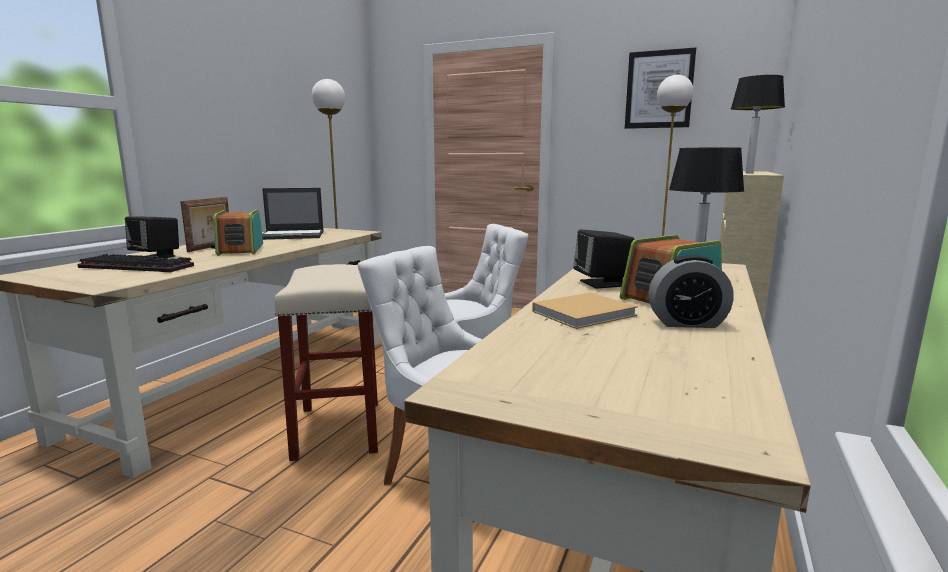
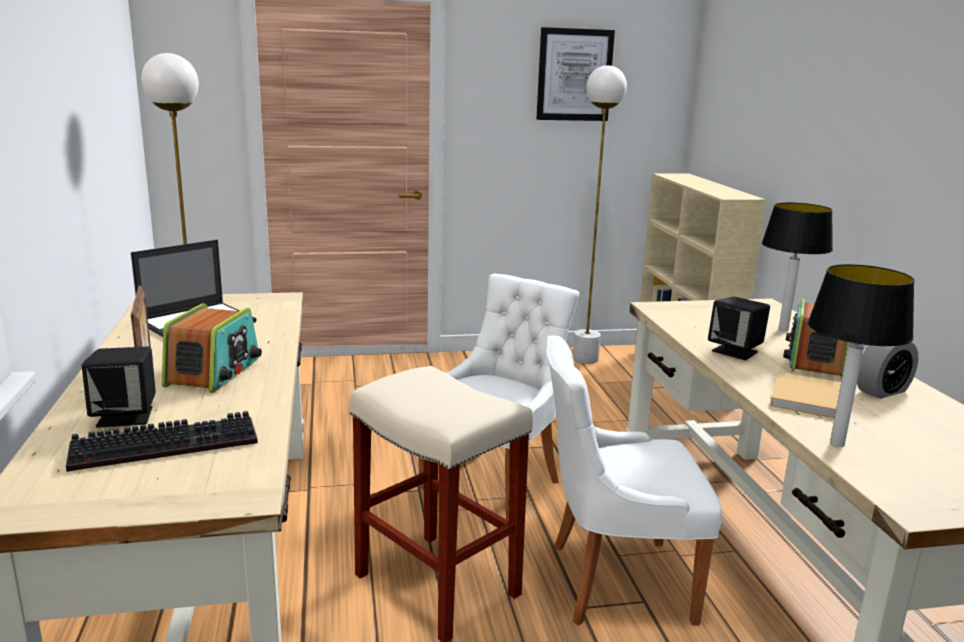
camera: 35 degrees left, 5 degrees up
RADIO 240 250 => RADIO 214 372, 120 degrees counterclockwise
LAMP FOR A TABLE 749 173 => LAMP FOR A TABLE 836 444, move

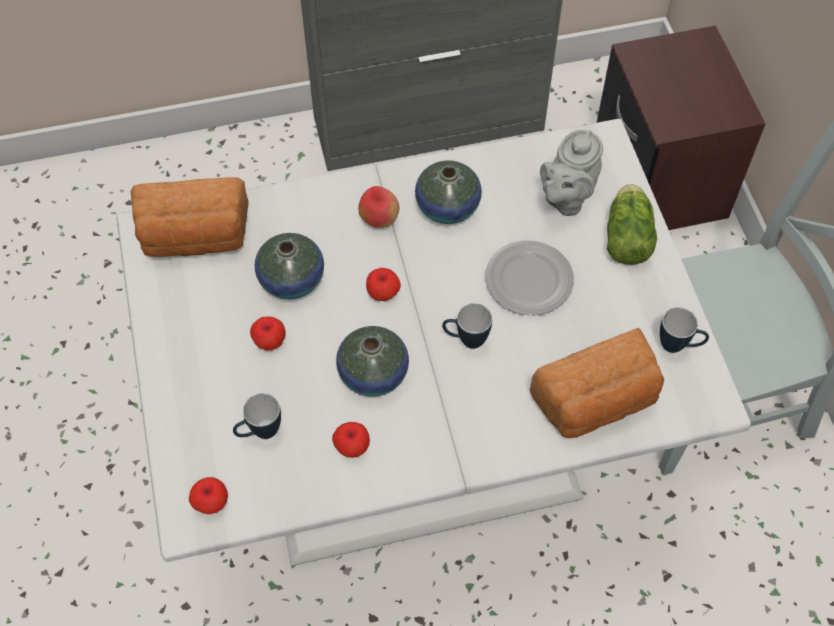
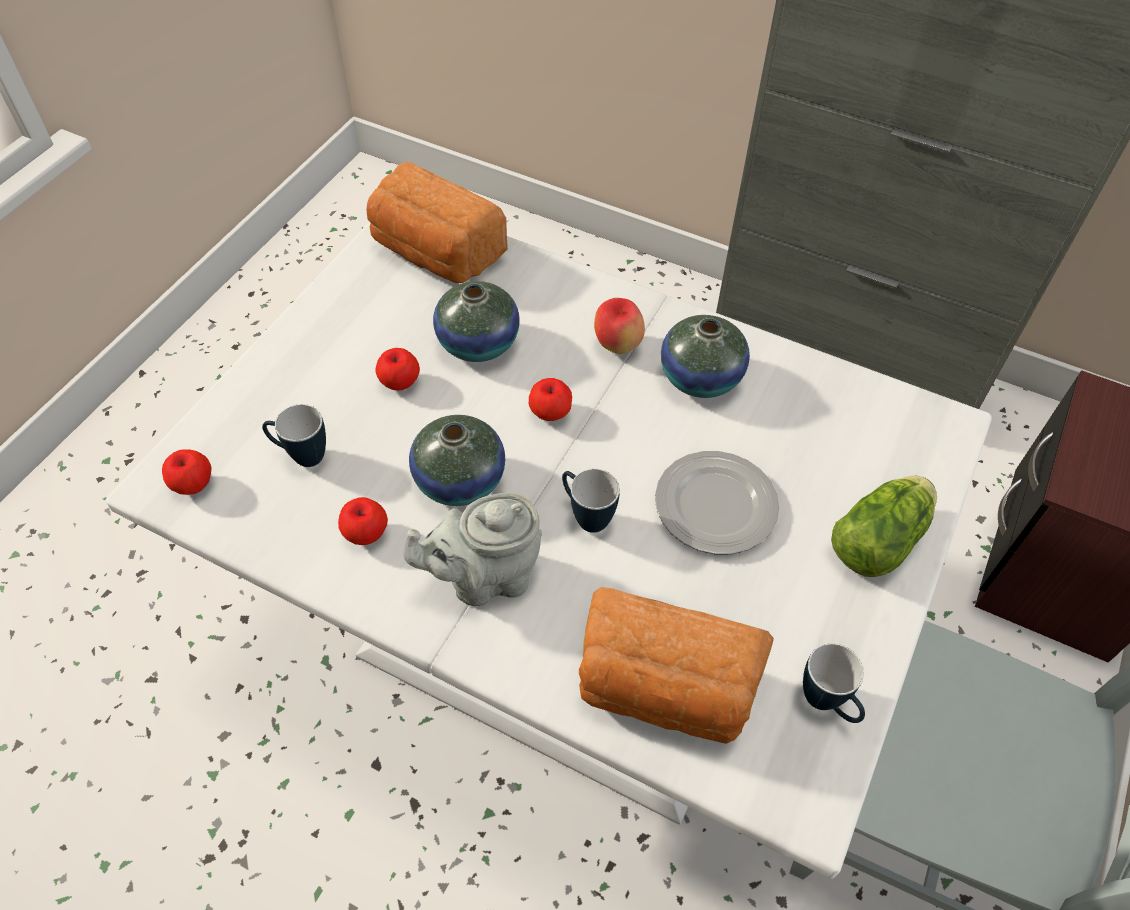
camera: 40 degrees right, 5 degrees down
GREYISH POT FOR TEA 566 198 => GREYISH POT FOR TEA 485 578, move

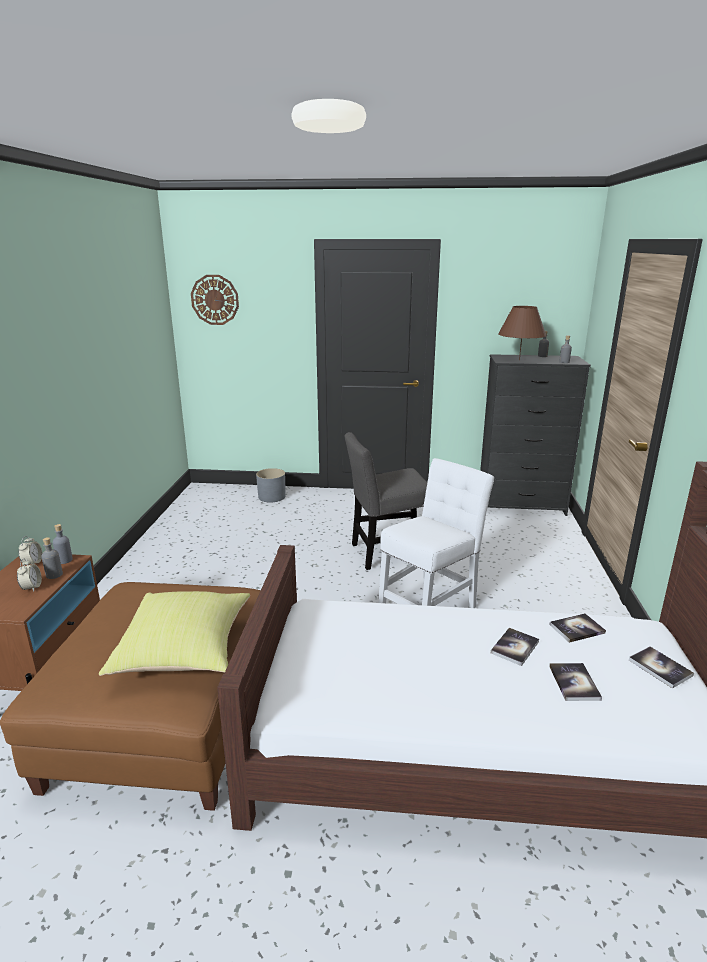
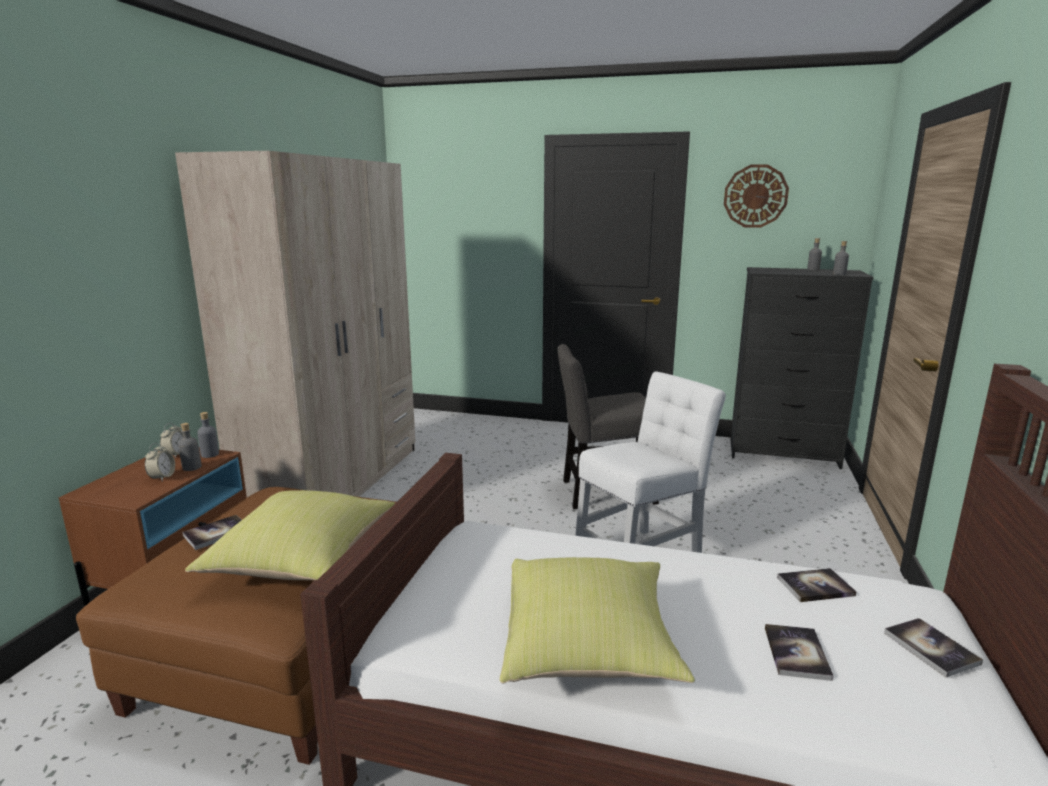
camera: 10 degrees right, 5 degrees down
nothing => BEIGE-COLOURED CLOTHES CUPBOARD 336 484
BOUND BOOK 515 647 => BOUND BOOK 217 533, move
nothing => YELLOW-COLOURED THROW PILLOW 589 648
HANGING CLOCK 215 300 => HANGING CLOCK 755 196, move
GREYISH PLANTER 271 497 => nothing
BROWN-COLOURED LAMP FOR A TABLE 519 360 => nothing

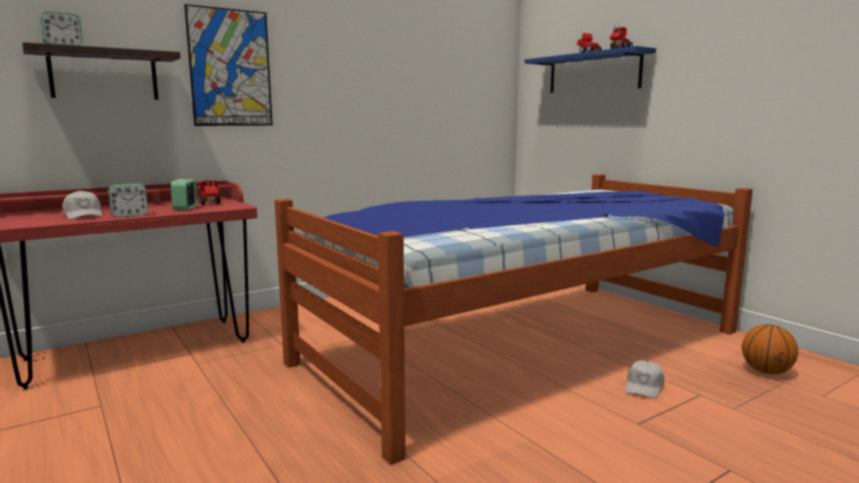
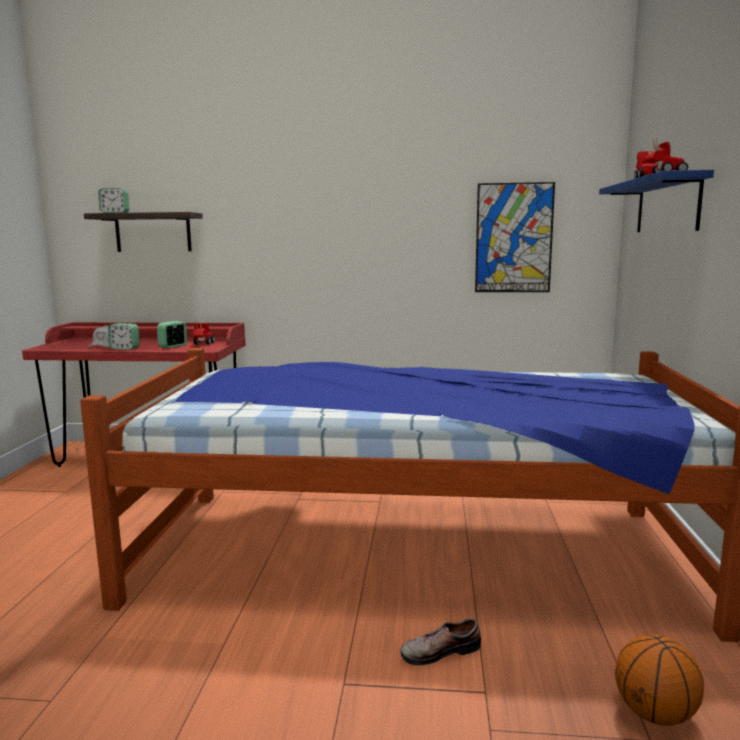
camera: 40 degrees right, 0 degrees up
WHITISH BASEBALL CAP 644 387 => LOW SHOE 439 650
WALL PICTURE 230 68 => WALL PICTURE 513 238, move

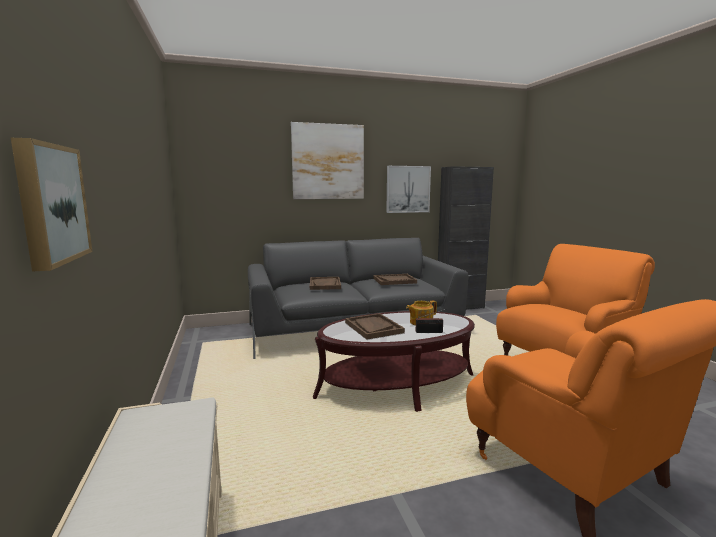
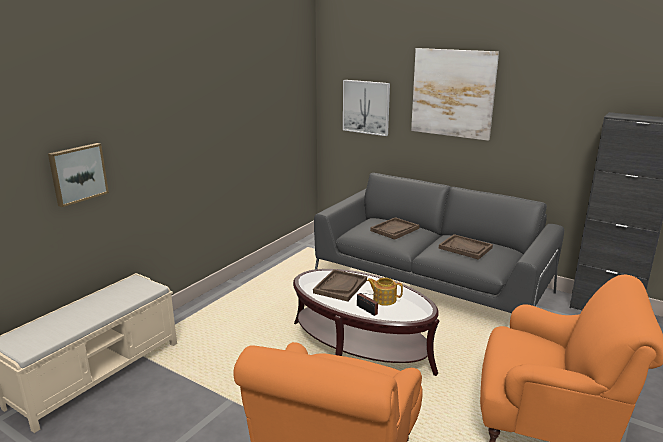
camera: 50 degrees right, 10 degrees up
WALL PICTURE 408 189 => WALL PICTURE 366 107, move

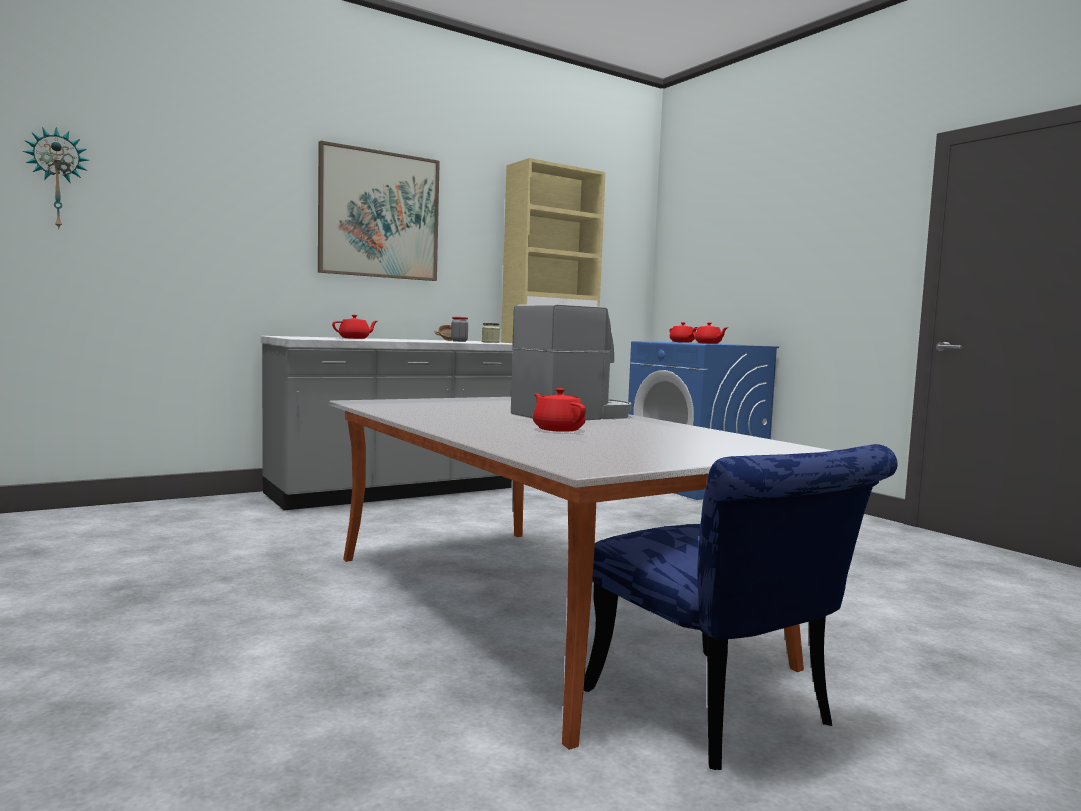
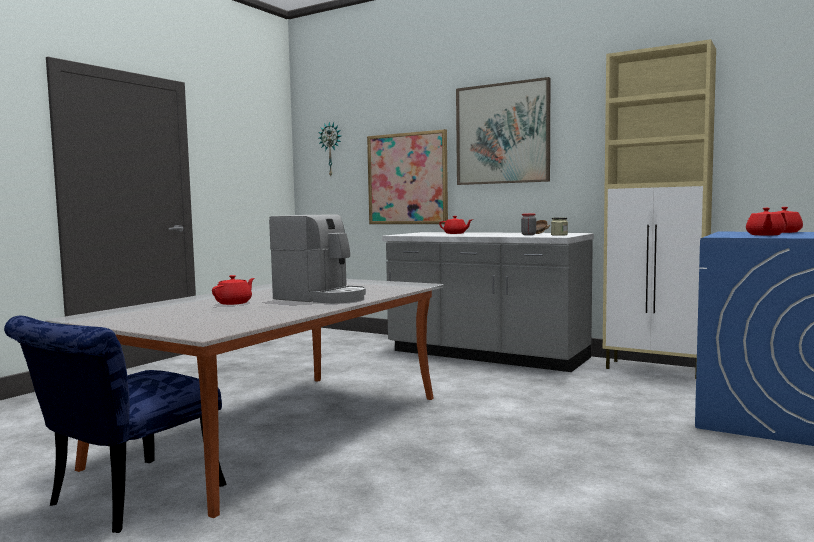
camera: 65 degrees right, 0 degrees up
nothing => WALL PICTURE 407 179

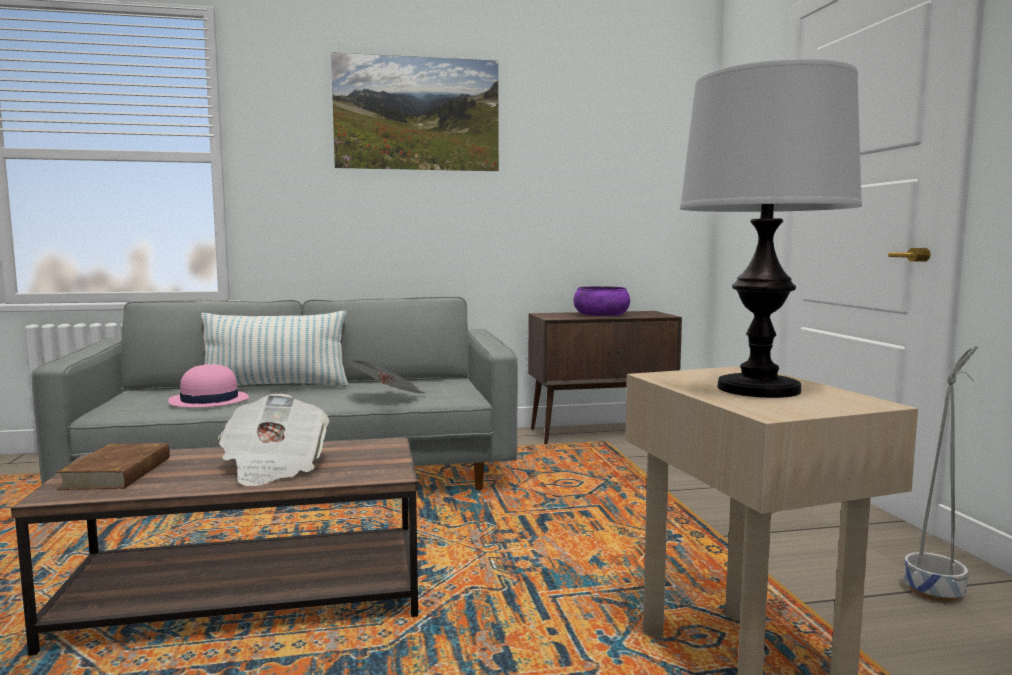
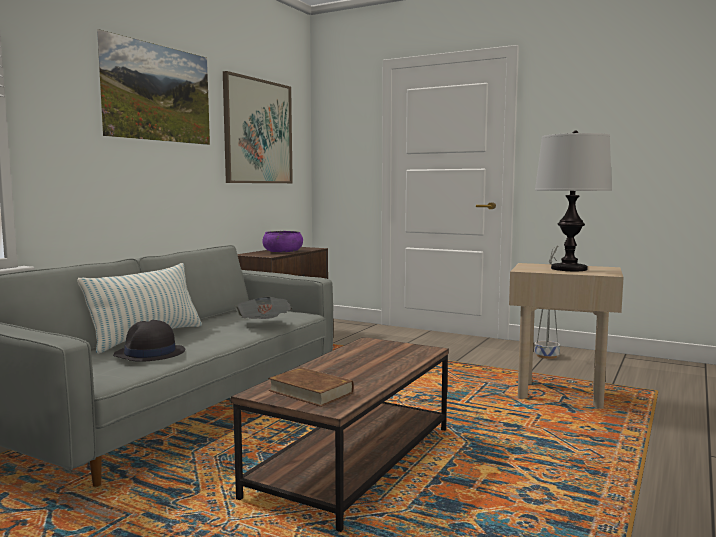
camera: 50 degrees left, 0 degrees up
PINKISH HAT 209 401 => BLACK-COLOURED HAT 149 354
nothing => WALL PICTURE 258 132
DAILY PAPER 274 467 => nothing

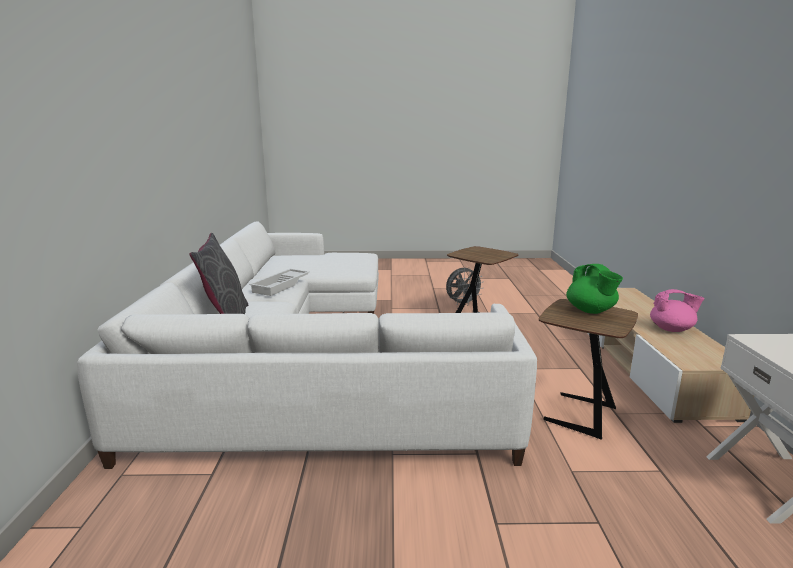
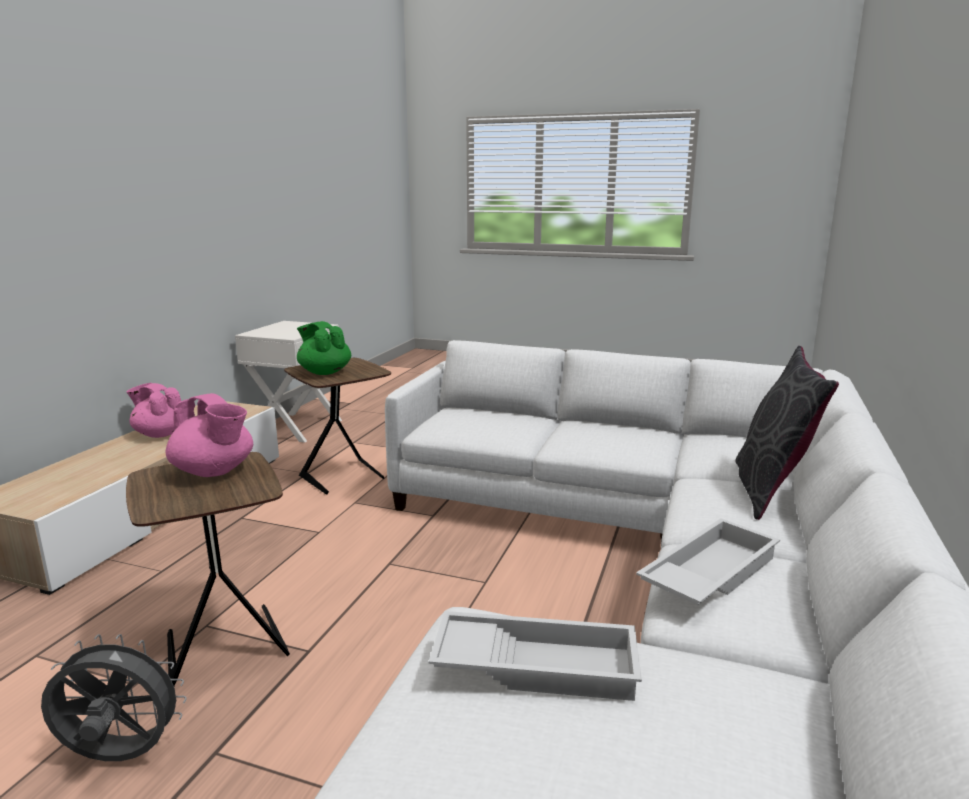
camera: 160 degrees left, 0 degrees up
nothing => PINKISH POT FOR TEA 214 472
GREEN POT FOR TEA 591 311 => GREEN POT FOR TEA 324 372, 45 degrees counterclockwise
nothing => WHITISH CARRYING TRAY 537 664

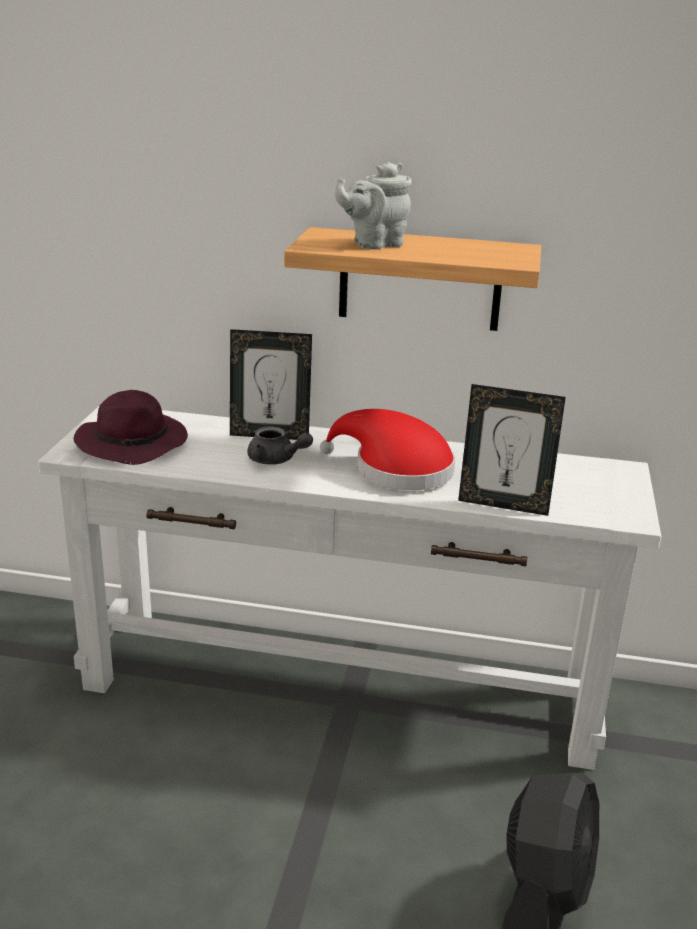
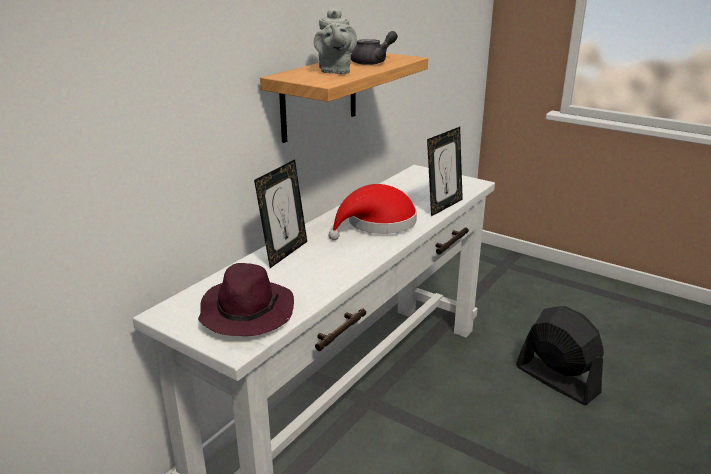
camera: 65 degrees left, 0 degrees up
GREYISH POT FOR TEA 276 460 => GREYISH POT FOR TEA 373 62, move

